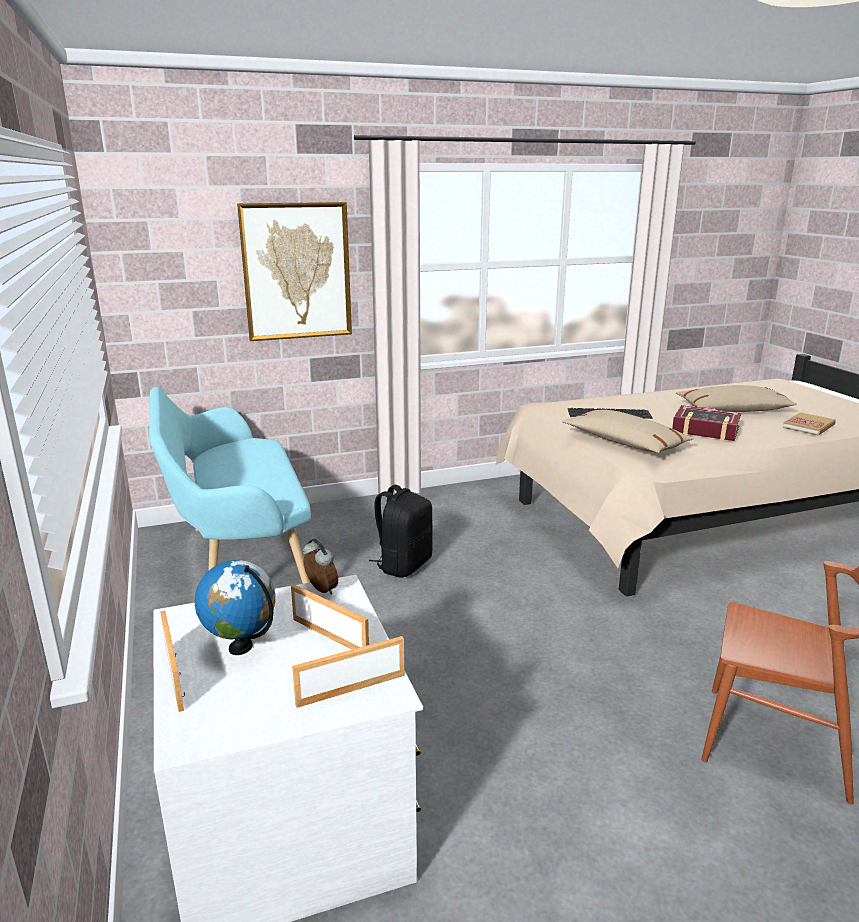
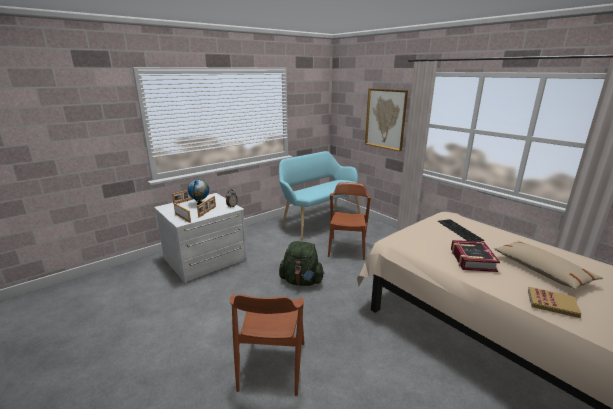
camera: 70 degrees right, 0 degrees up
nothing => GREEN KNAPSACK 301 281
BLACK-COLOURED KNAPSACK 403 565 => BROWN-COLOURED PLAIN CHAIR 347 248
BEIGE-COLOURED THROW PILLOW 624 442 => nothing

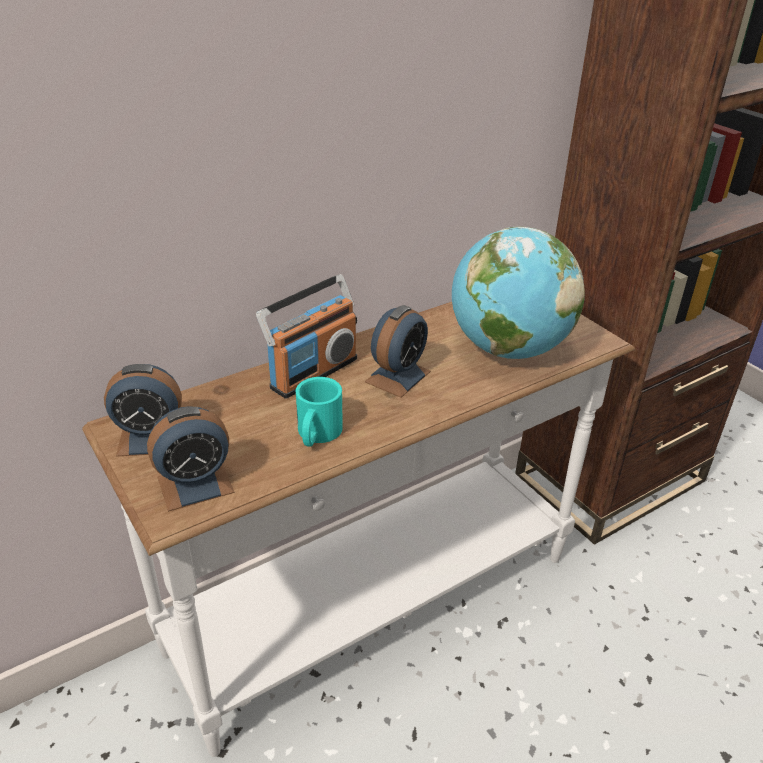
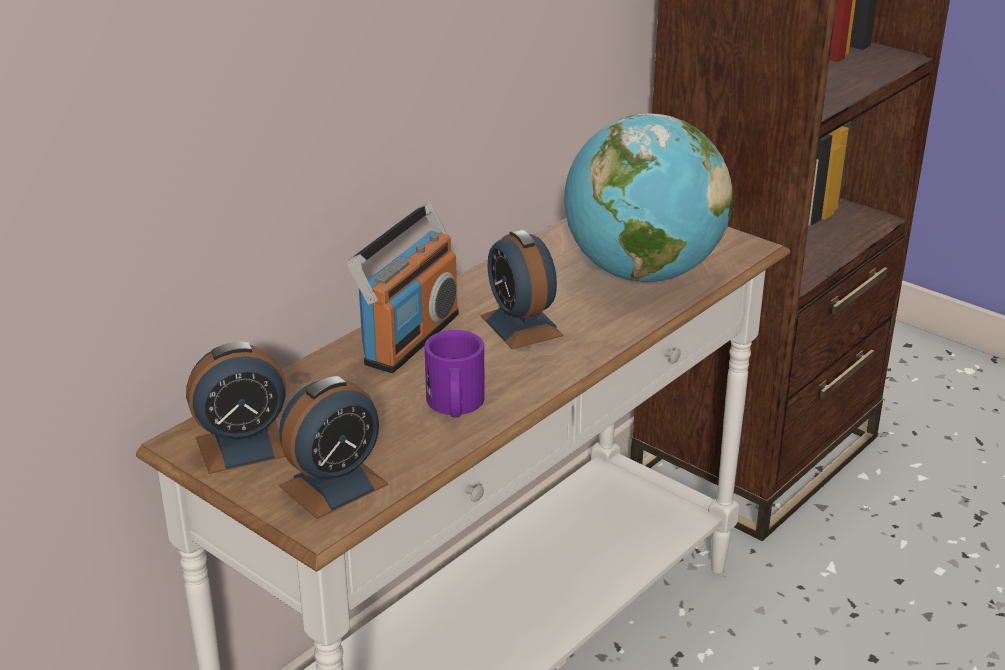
camera: 15 degrees left, 5 degrees down
BLUE-GREEN MUG 317 435 => PURPLE MUG 455 406
BEDSIDE CLOCK 398 376 => BEDSIDE CLOCK 521 326, 135 degrees clockwise

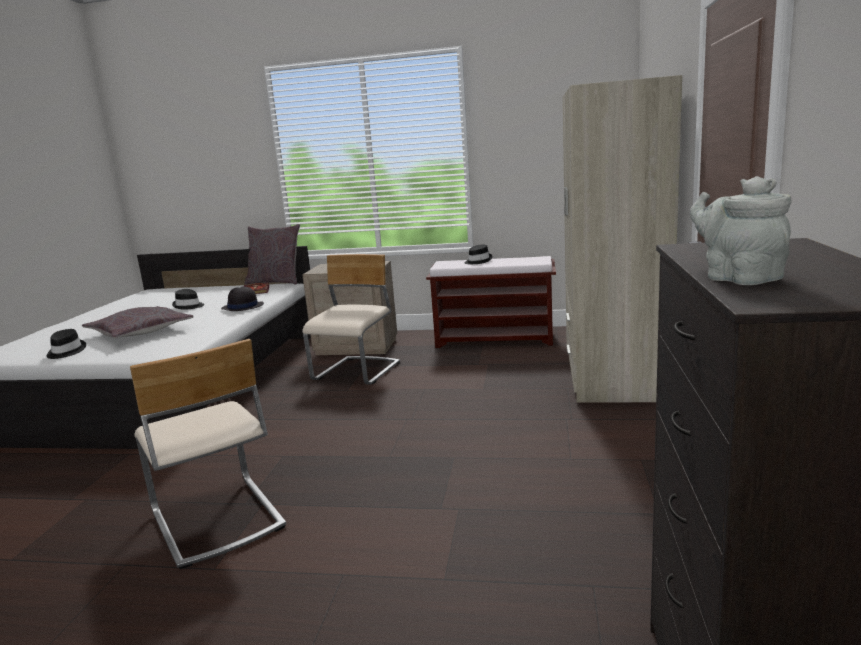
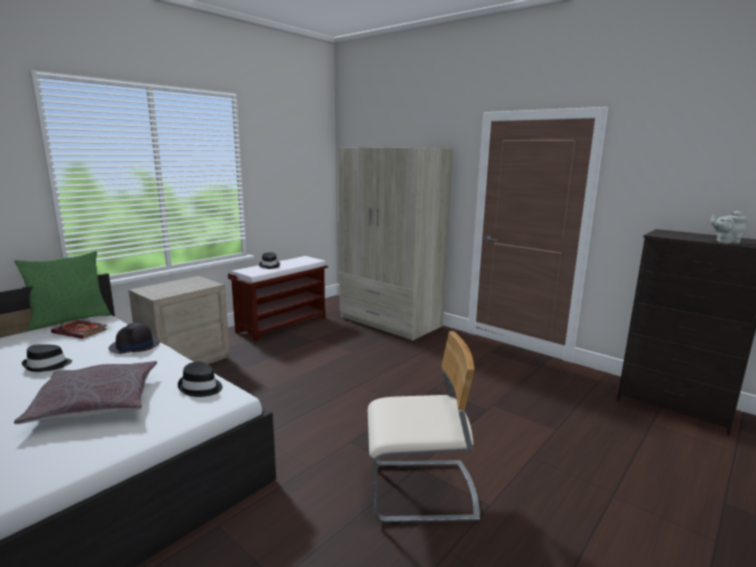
camera: 60 degrees left, 0 degrees up
GREYISH THROW PILLOW 275 282 => GREEN THROW PILLOW 69 319
BLACK-COLOURED HAT 65 352 => BLACK-COLOURED HAT 200 387, move
BEIGE-COLOURED PLAIN CHAIR 357 372 => nothing

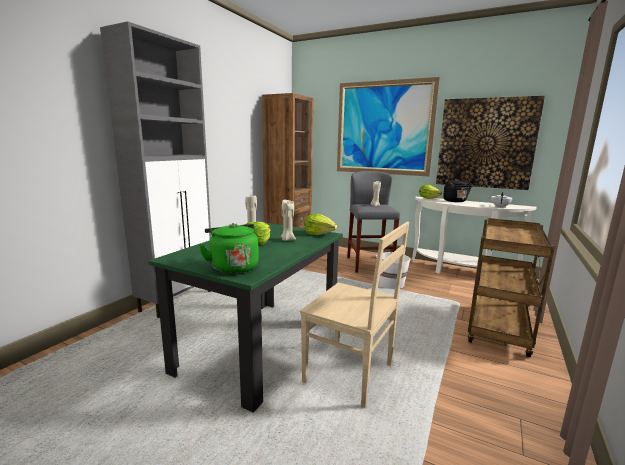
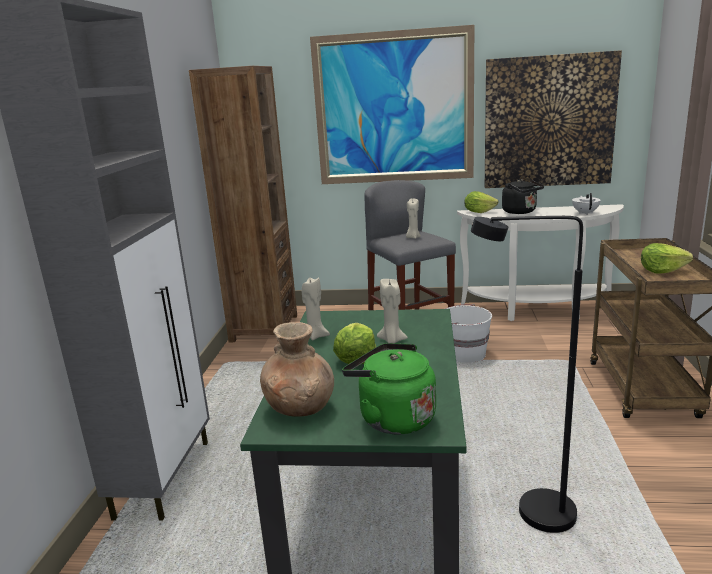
camera: 20 degrees left, 5 degrees up
nothing => BROWN-COLOURED FLOWER VASE 300 407
BEIGE-COLOURED PLAIN CHAIR 351 375 => BLACK-COLOURED STANDING LAMP 531 515
LETTUCE 319 234 => LETTUCE 662 270, move

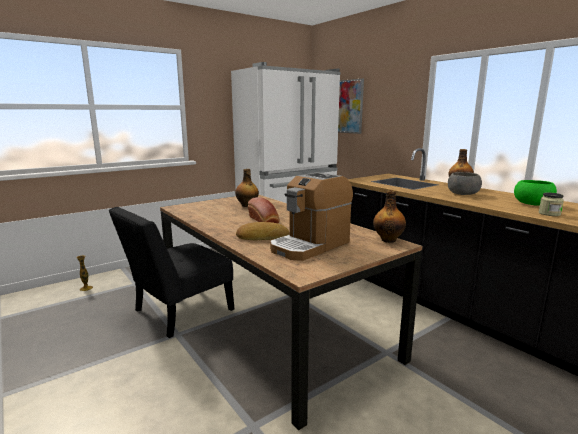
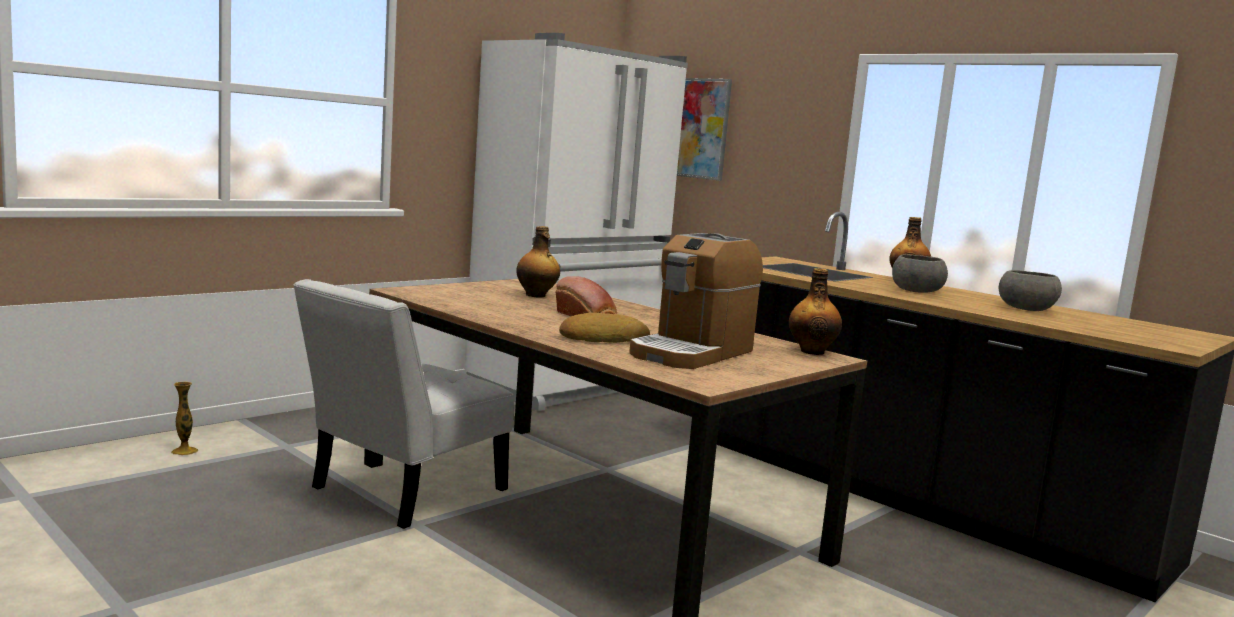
camera: 10 degrees left, 5 degrees down
BLACK-COLOURED PLAIN CHAIR 179 312 => WHITISH PLAIN CHAIR 401 492
GREEN DEEP DISH 532 204 => GREYISH DEEP DISH 1026 309
JAR 549 214 => nothing

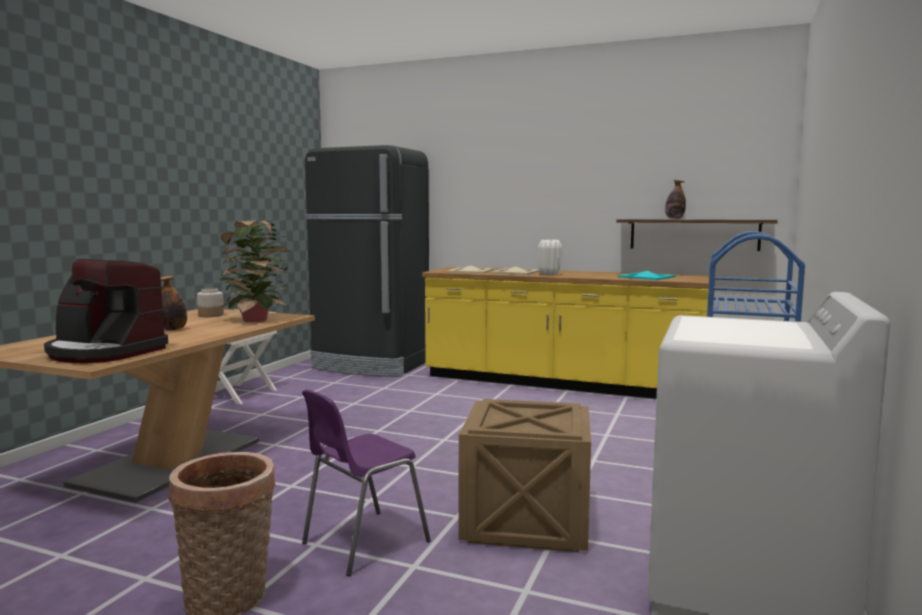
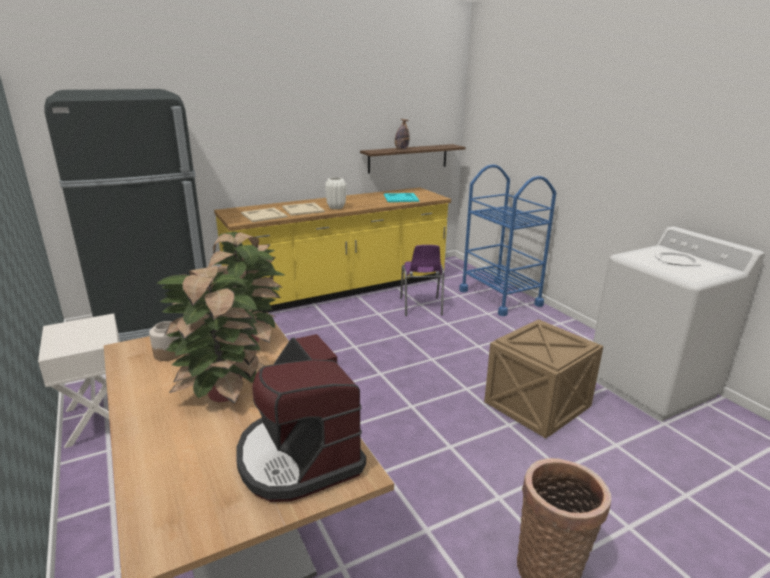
camera: 50 degrees left, 15 degrees up
BOTTLE 173 329 => HOUSEPLANT 222 391
COFFEE MACHINE 105 352 => COFFEE MACHINE 298 456, 90 degrees clockwise
PURPLE PLAIN CHAIR 362 543 => PURPLE PLAIN CHAIR 421 307, move
nothing => DINNER PLATE 676 260

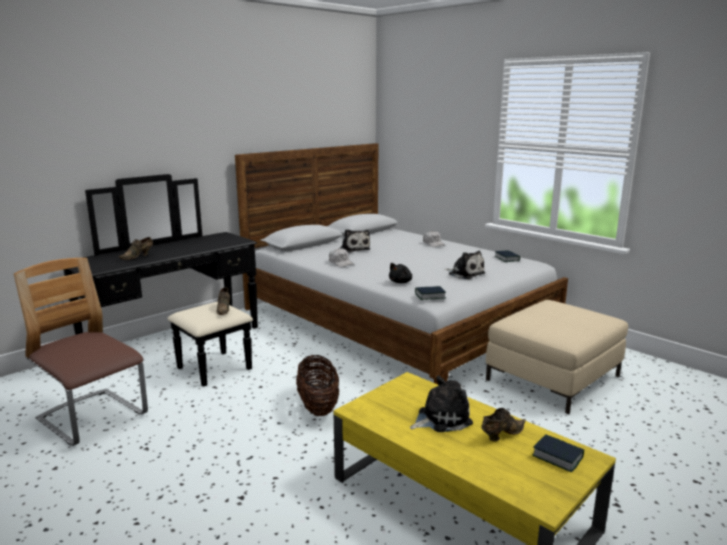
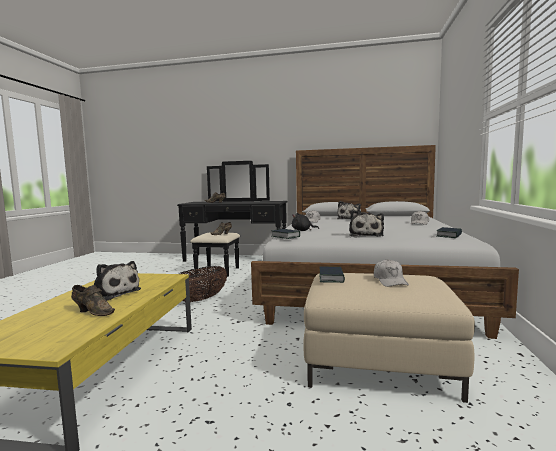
camera: 55 degrees right, 10 degrees down
BOUND BOOK 557 457 => BOUND BOOK 331 278, move
nothing => WHITISH BASEBALL CAP 390 281
PLAIN CHAIR 92 418 => nothing

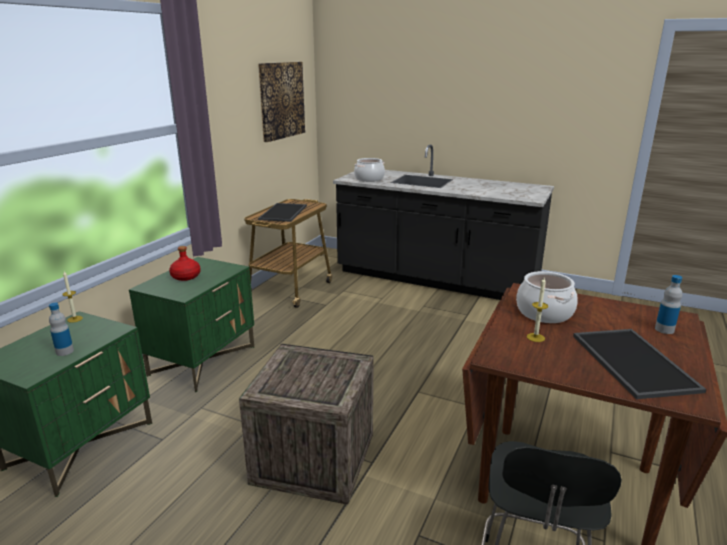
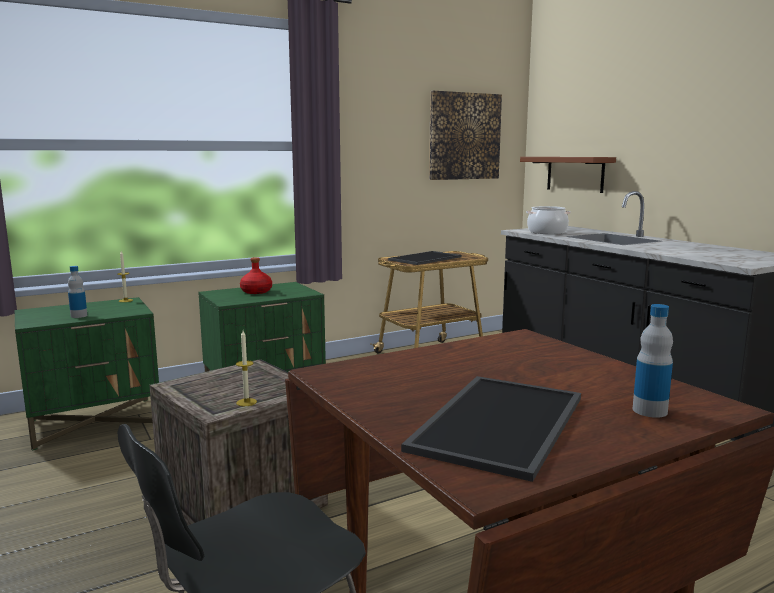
camera: 35 degrees right, 10 degrees down
WAX LIGHT 535 337 => WAX LIGHT 246 402, move
nothing => BROWN-COLOURED BRACKET SHELF 575 174
COOKING POT 544 312 => nothing

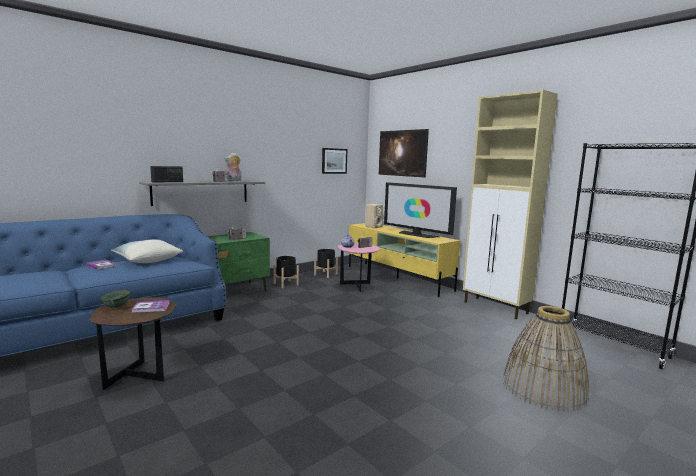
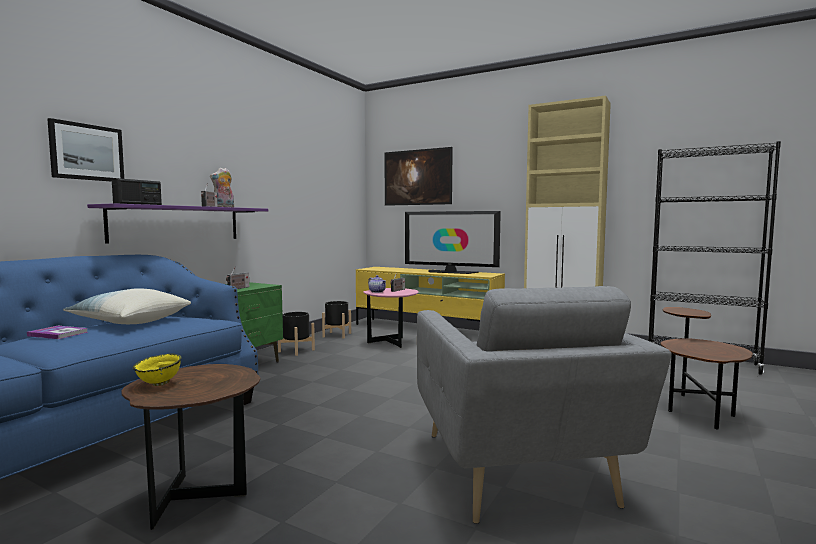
camera: 20 degrees left, 5 degrees down
WALL PICTURE 334 161 => WALL PICTURE 87 152, move
GREYISH BRACKET SHELF 201 192 => PURPLE BRACKET SHELF 177 224
GREEN DEEP DISH 117 308 => YELLOW-COLOURED DEEP DISH 160 384
nothing => GREYISH LOUNGE CHAIR 516 472
BASKET 543 388 => BROWN-COLOURED SIDE TABLE 695 408
BOUND BOOK 151 307 => nothing
BEIGE-COLOURED SPEAKER 374 227 => nothing

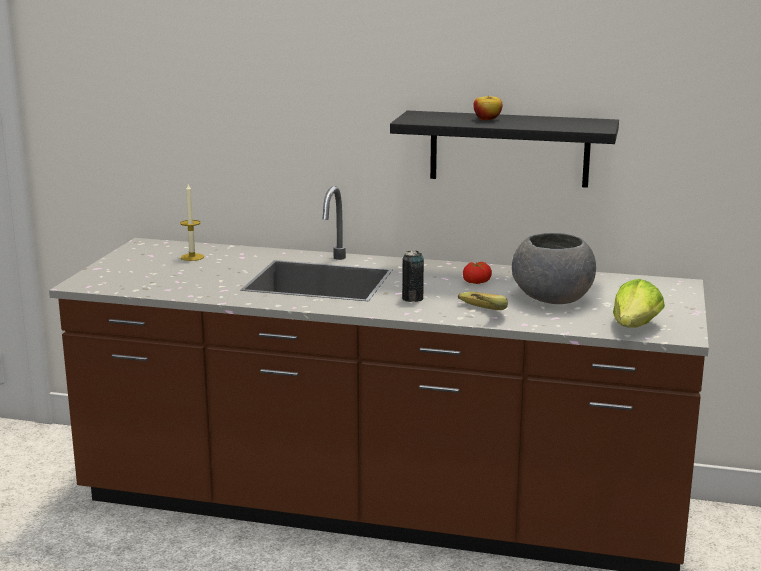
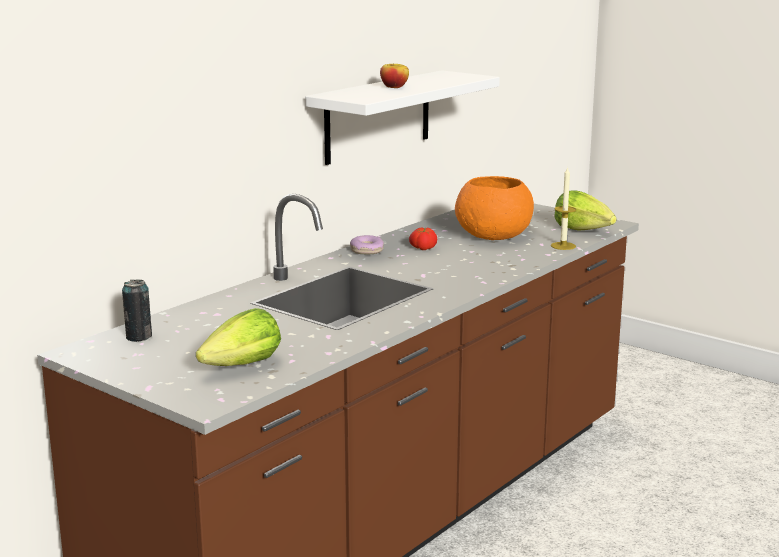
camera: 65 degrees left, 0 degrees up
SEALED CAN 412 299 => SEALED CAN 139 337, move
nothing => LETTUCE 243 366
BLACK-COLOURED BRACKET SHELF 509 149 => WHITISH BRACKET SHELF 378 116
nothing => DOUGHNUT 366 251
GREYISH DEEP DISH 551 298 => ORANGE-COLOURED DEEP DISH 492 236
WAX LIGHT 192 257 => WAX LIGHT 563 246, move
WHOLE BANANA 475 315 => nothing

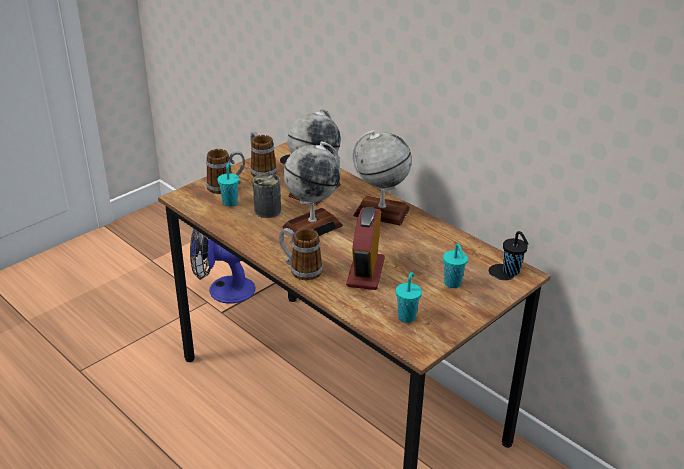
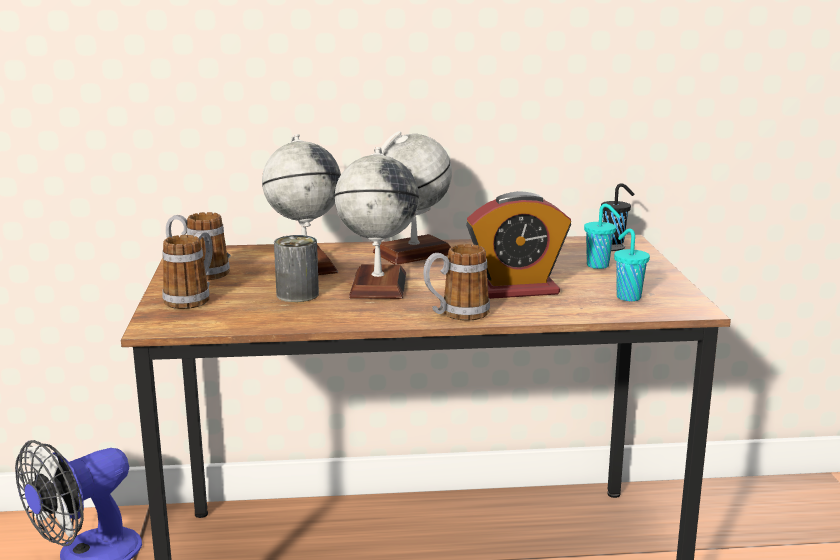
camera: 50 degrees left, 15 degrees down
BEDSIDE CLOCK 365 272 => BEDSIDE CLOCK 516 290, 60 degrees counterclockwise
BLUE-GREEN DRINKING CUP 230 202 => nothing

